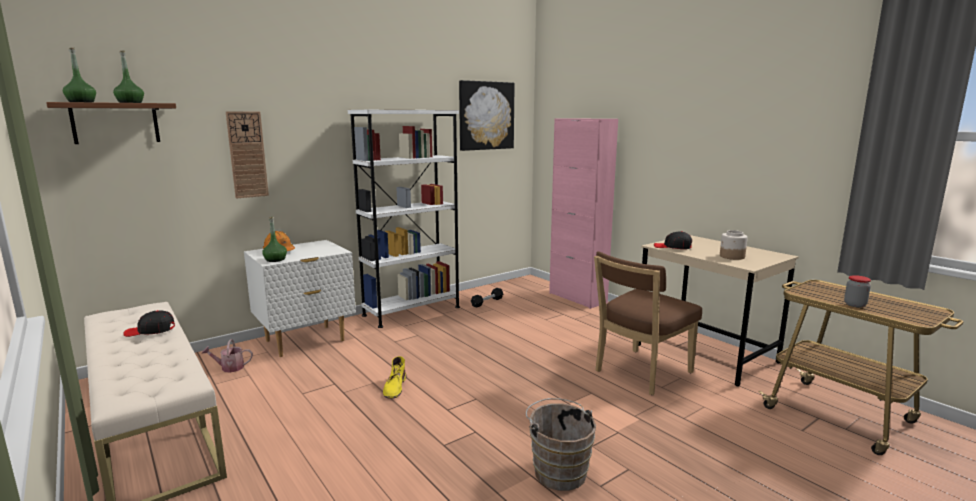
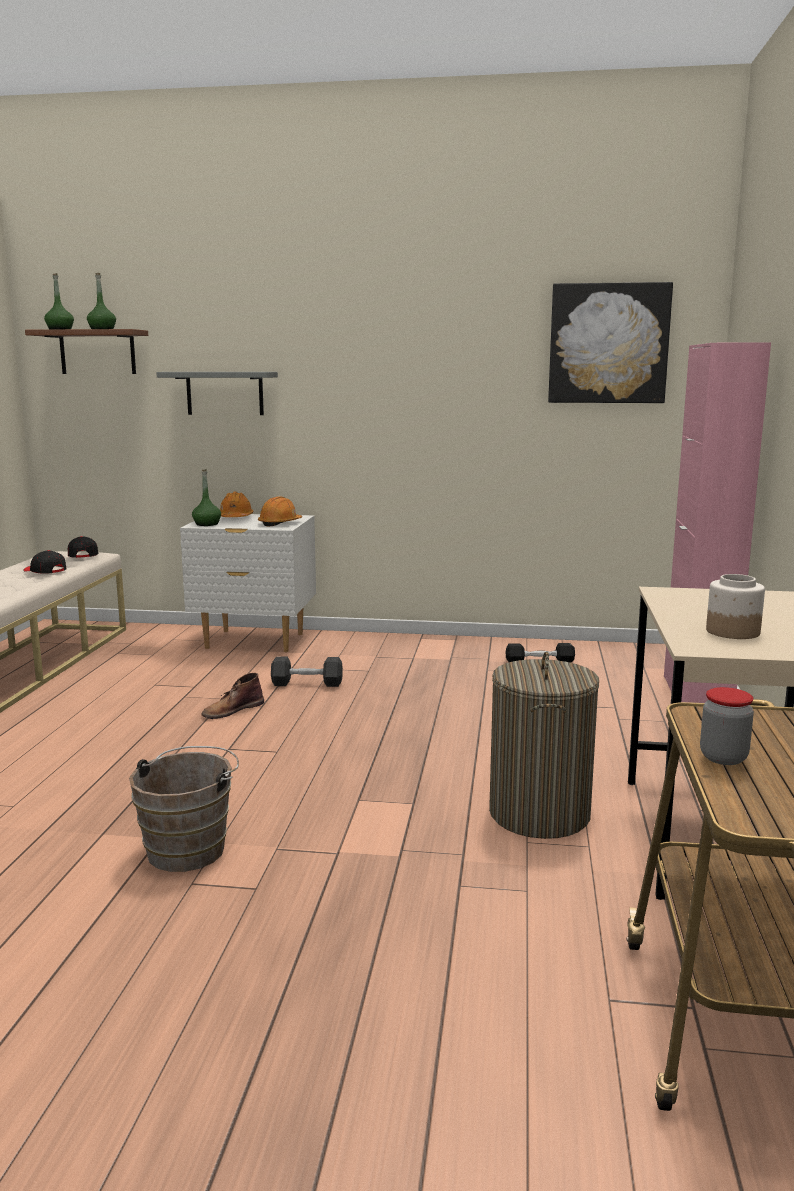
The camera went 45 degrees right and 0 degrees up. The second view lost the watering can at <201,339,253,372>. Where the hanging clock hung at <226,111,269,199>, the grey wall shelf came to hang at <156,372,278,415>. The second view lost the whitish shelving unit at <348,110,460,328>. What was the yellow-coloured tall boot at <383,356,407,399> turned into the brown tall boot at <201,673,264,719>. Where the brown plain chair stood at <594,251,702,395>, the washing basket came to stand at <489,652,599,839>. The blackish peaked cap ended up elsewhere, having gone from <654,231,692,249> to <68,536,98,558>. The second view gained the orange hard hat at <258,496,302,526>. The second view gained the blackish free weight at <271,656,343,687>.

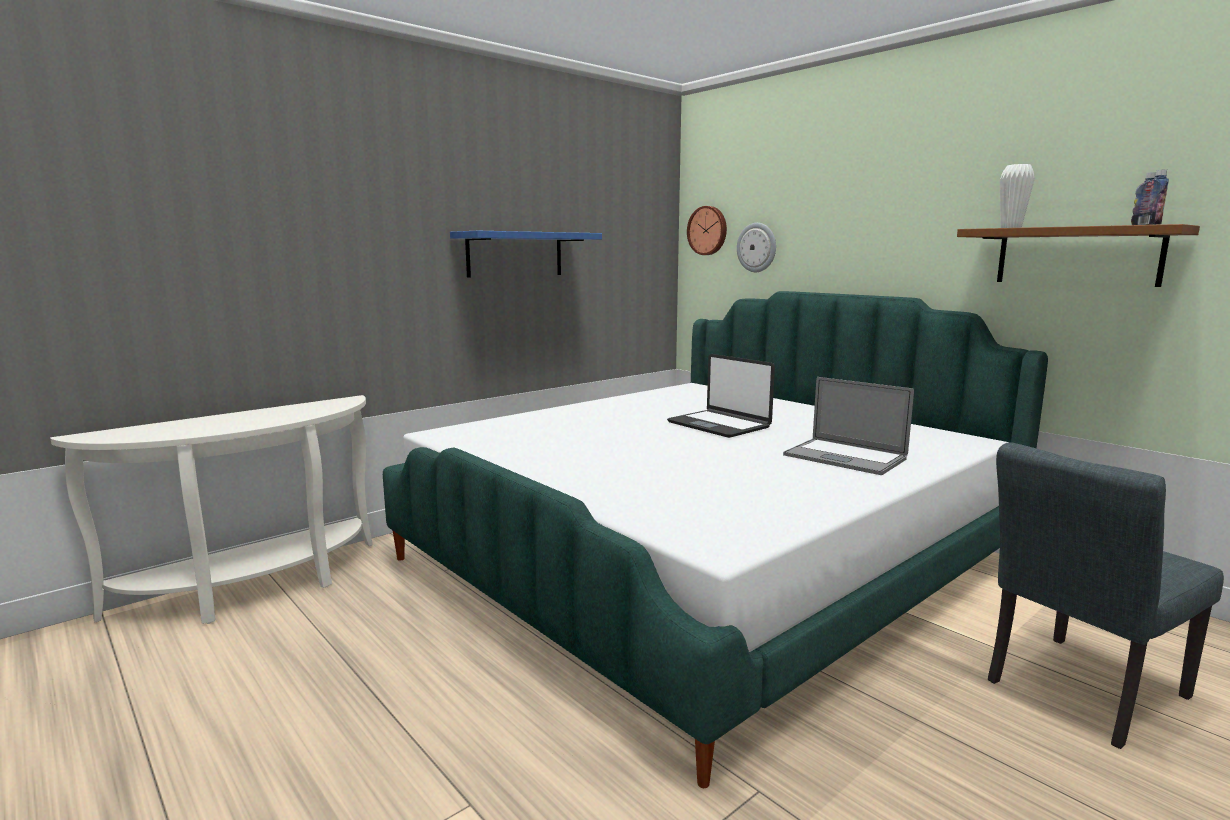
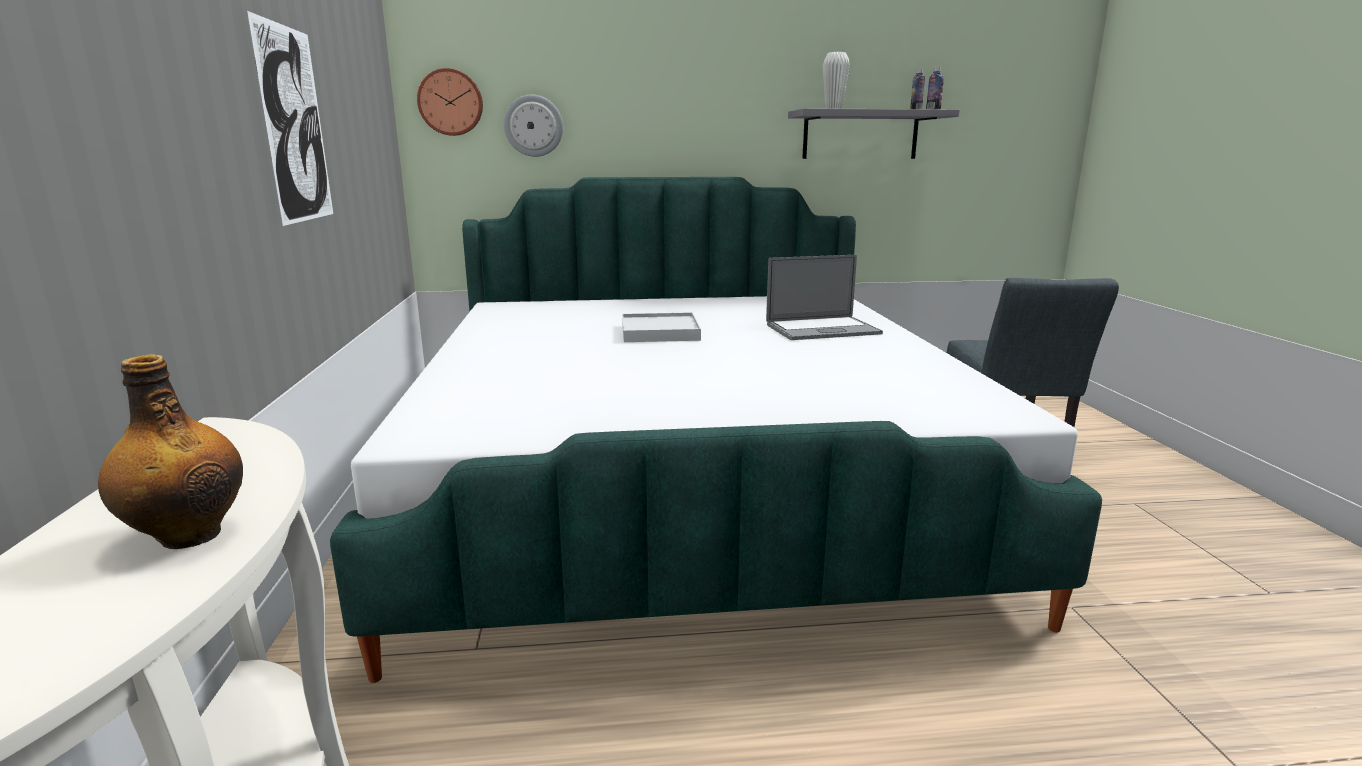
The camera went 55 degrees left and 5 degrees up. Where the blue-coloured wall shelf hung at <450,231,602,278>, the picture came to hang at <246,11,333,226>. Where the laptop stood at <667,354,775,438>, the whitish carrying tray came to stand at <622,312,701,342>. What was the brown wall shelf at <957,224,1200,287> turned into the grey wall shelf at <788,108,960,159>. The second view gained the beverage bottle at <98,354,243,549>.

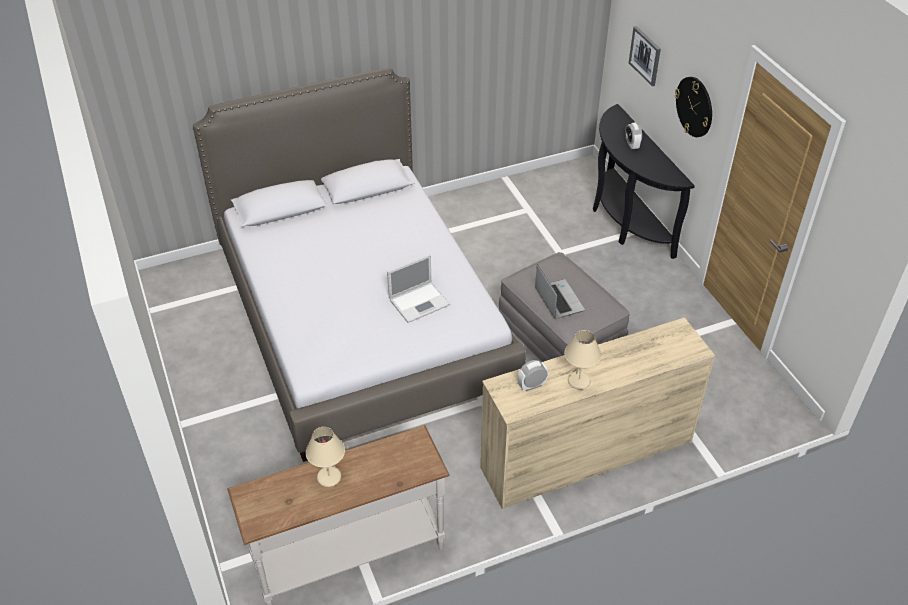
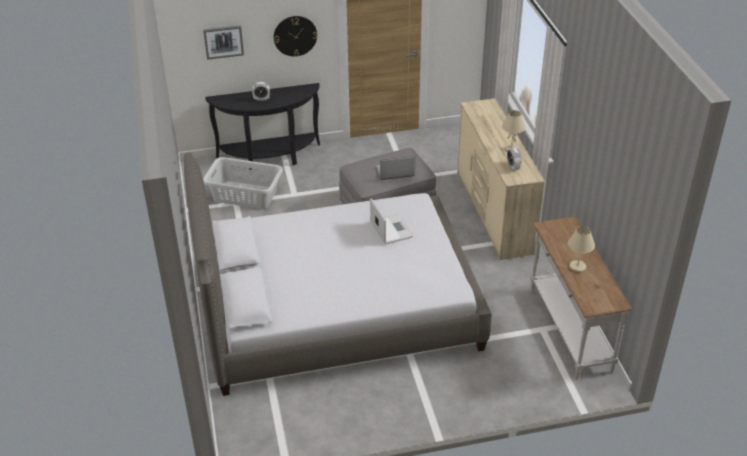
The camera went 80 degrees left and 5 degrees down. The second view gained the grey washing basket at <203,157,283,209>.

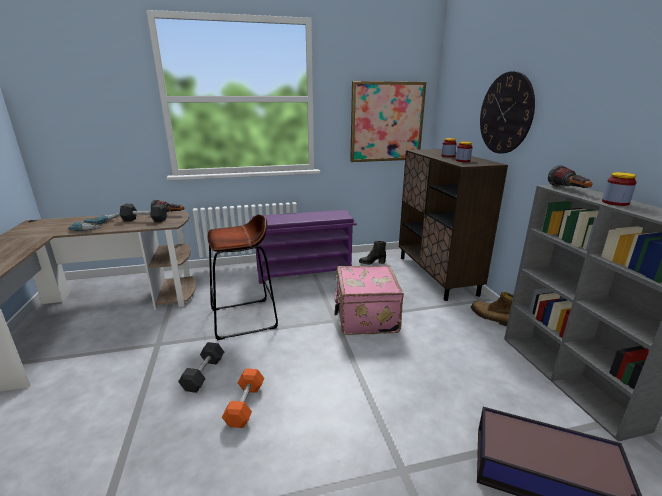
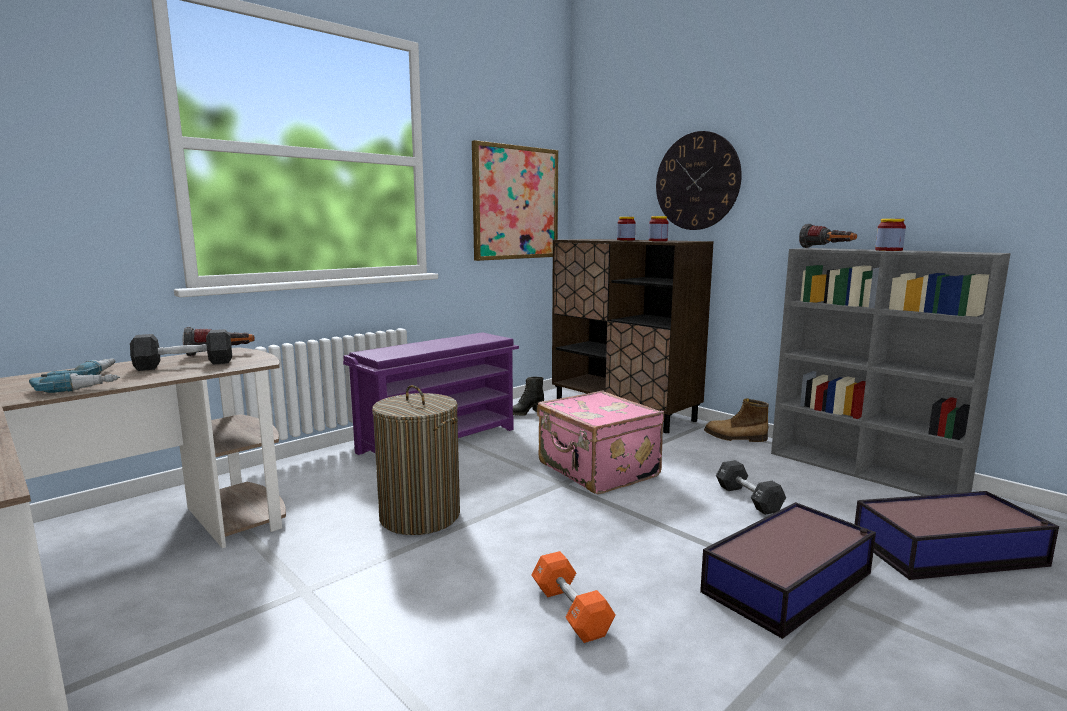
The camera went 30 degrees left and 10 degrees down. The blackish free weight ended up elsewhere, having gone from <178,342,224,393> to <716,460,786,515>. Where the brown stool seat stood at <208,214,278,340>, the washing basket came to stand at <372,385,460,535>. The second view gained the storage box at <700,502,876,639>.

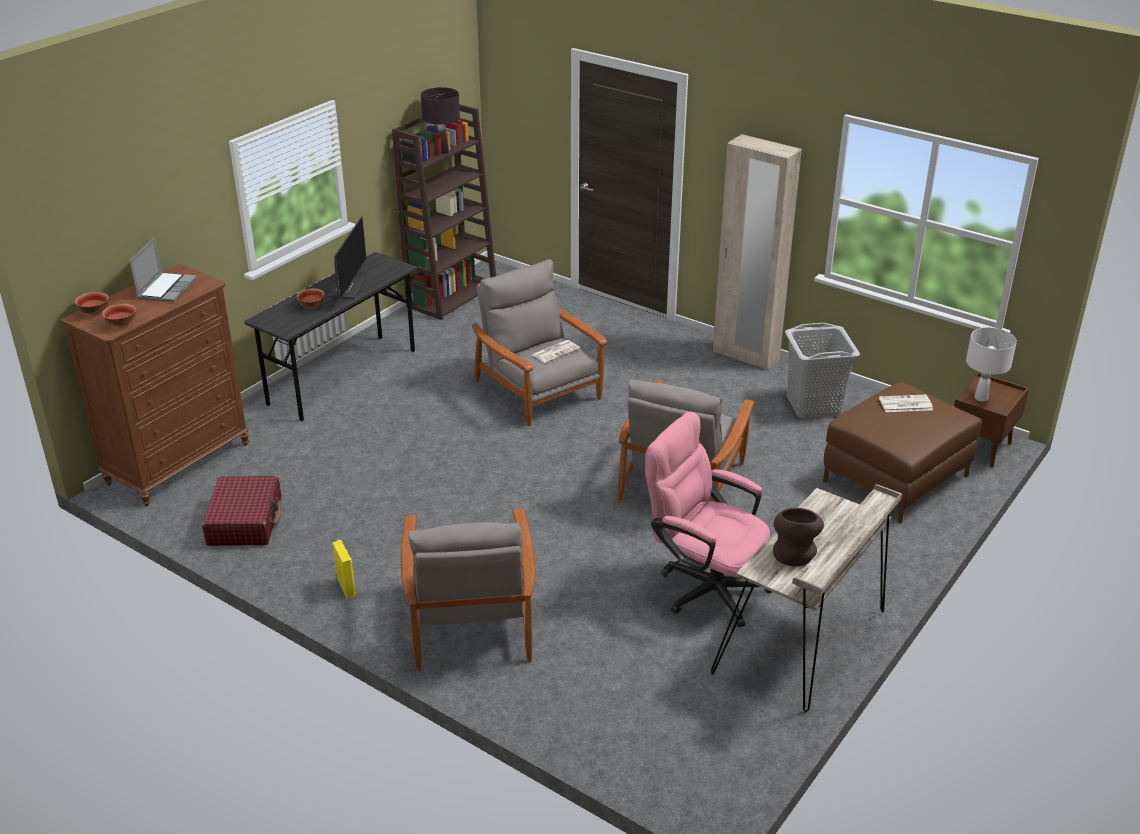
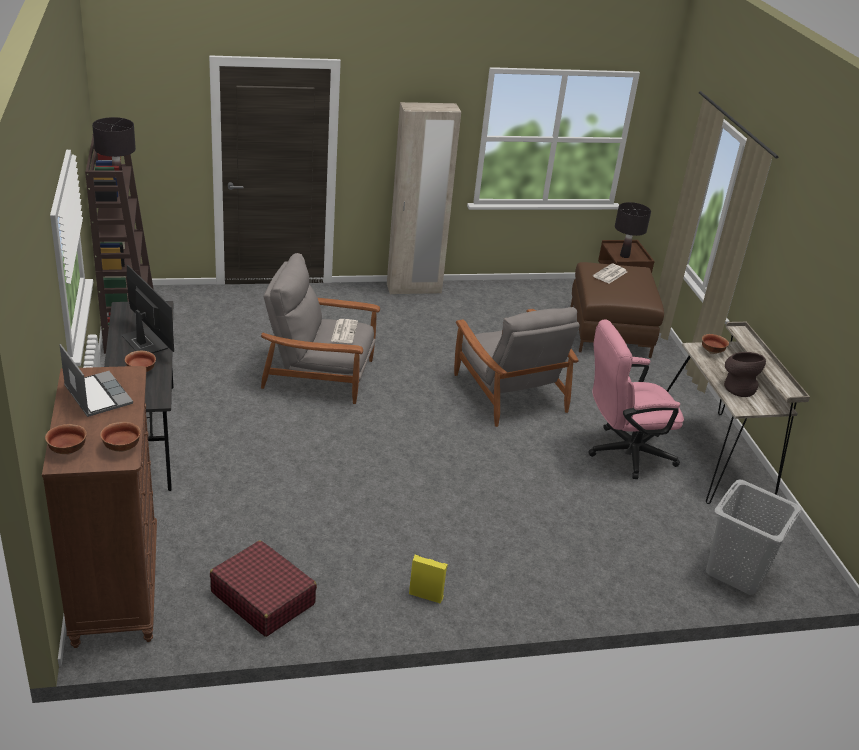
The camera went 50 degrees left and 0 degrees up. The second view lost the grey lounge chair at <401,508,536,671>. The grey washing basket ended up elsewhere, having gone from <785,323,860,418> to <706,480,802,595>. What was the whitish lamp for a table at <966,327,1017,402> turned into the blackish lamp for a table at <615,202,651,258>. The second view gained the deep dish at <702,334,729,354>.

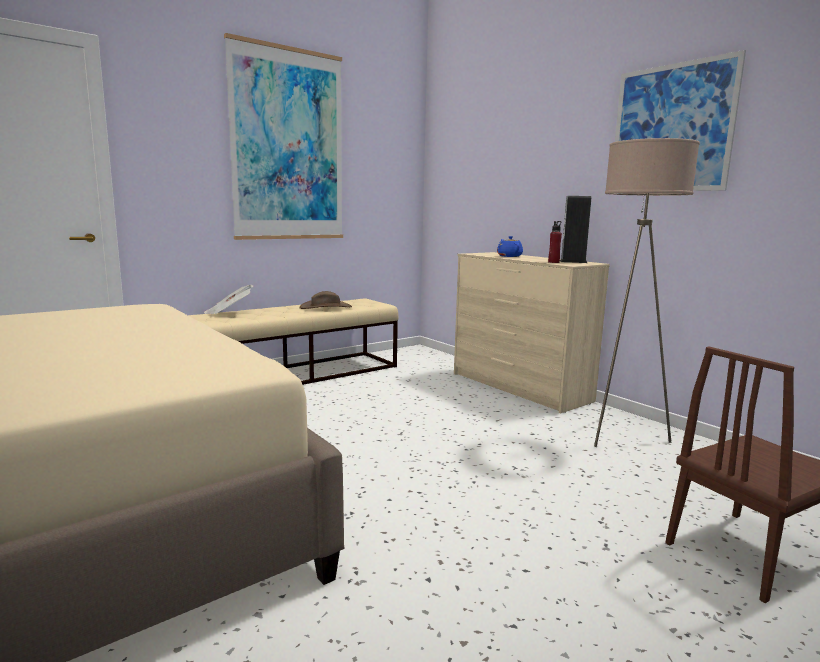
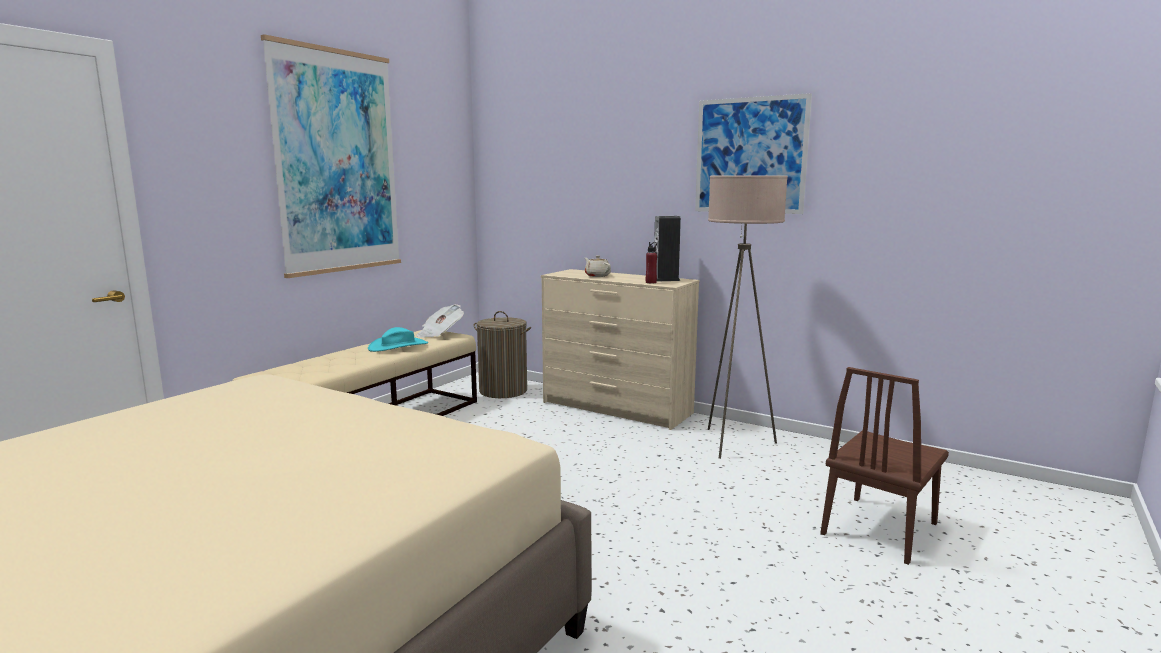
The camera went 20 degrees left and 0 degrees up. The daily paper ended up elsewhere, having gone from <204,285,254,314> to <416,304,464,338>. What was the brown hat at <300,291,352,309> turned into the turquoise-coloured hat at <368,327,428,352>. What was the blue-coloured pot for tea at <497,236,523,257> turned into the beige pot for tea at <585,255,611,277>. The second view gained the washing basket at <474,311,531,398>.

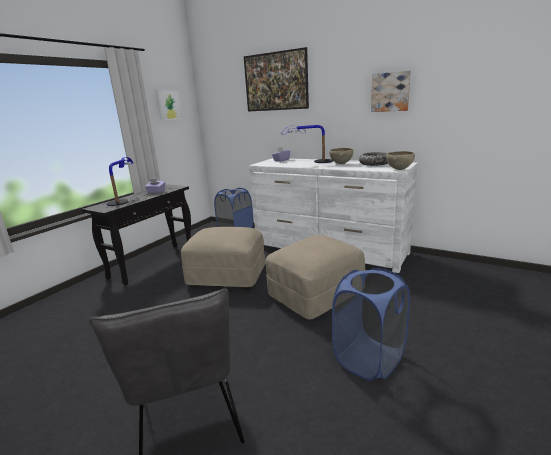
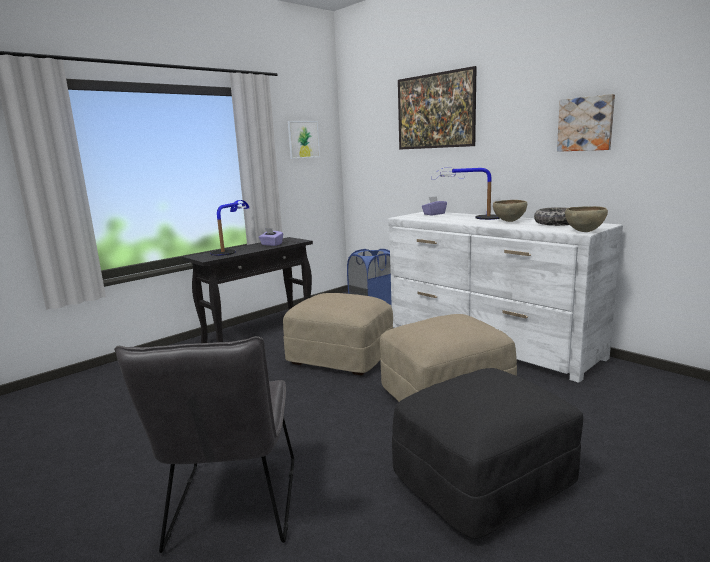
The camera went 15 degrees right and 5 degrees down. Where the blue-coloured washing basket stood at <332,268,410,381>, the blackish footrest came to stand at <392,368,583,539>.

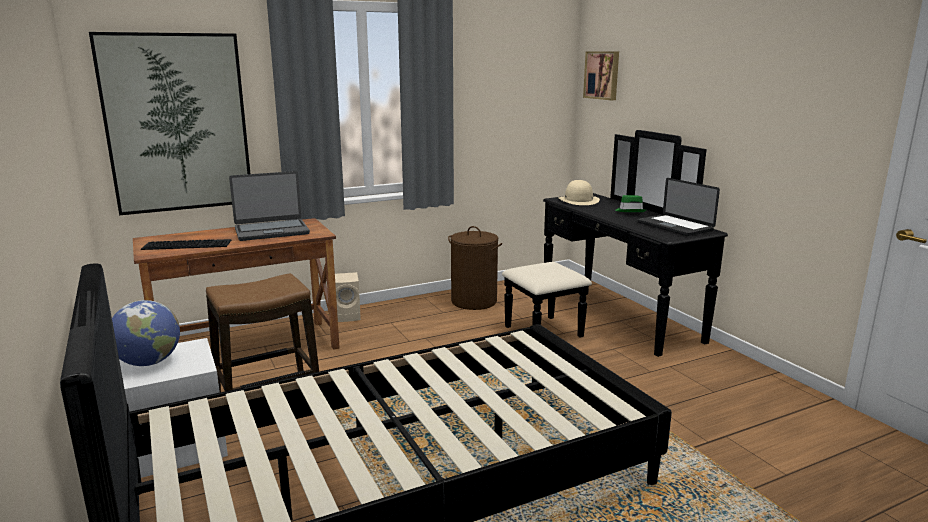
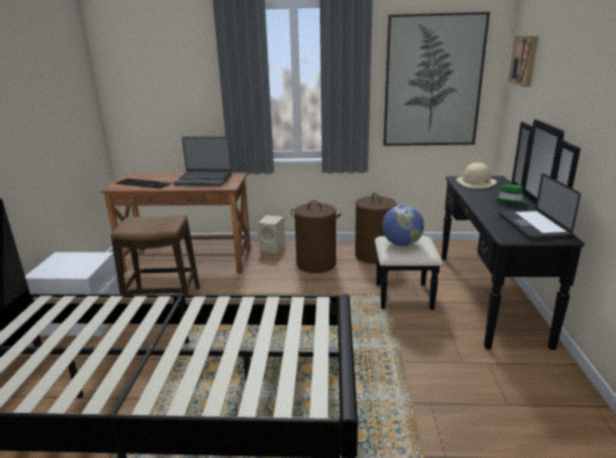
The camera went 30 degrees right and 5 degrees up. The picture ended up elsewhere, having gone from <89,32,251,215> to <383,12,490,146>. The world globe ended up elsewhere, having gone from <112,300,180,366> to <382,205,424,246>. The second view gained the brown washing basket at <291,201,341,273>.

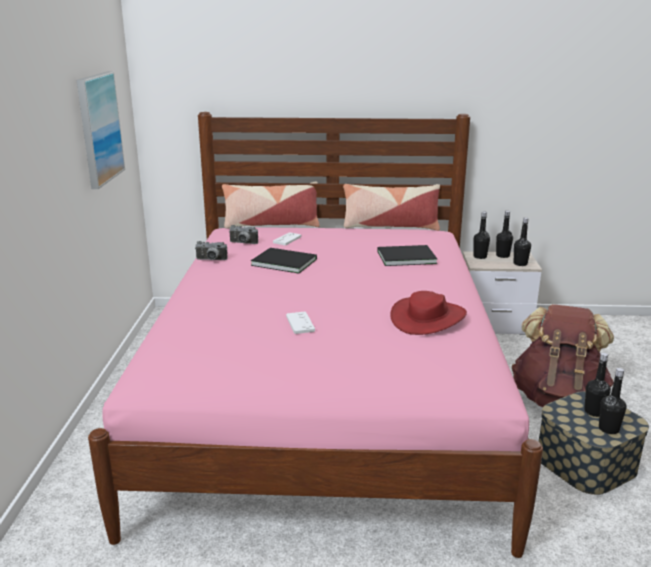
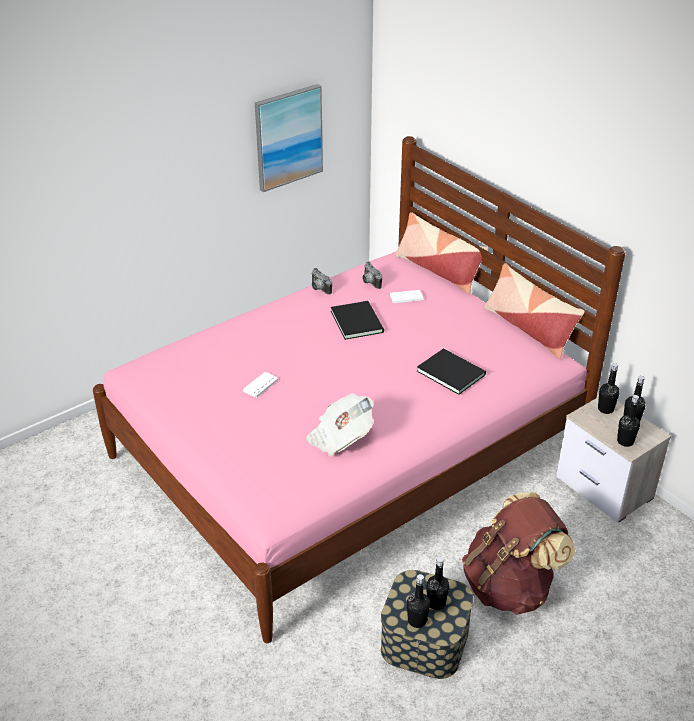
The camera went 50 degrees right and 15 degrees up. Where the reddish hat stood at <390,291,467,335>, the daily paper came to stand at <306,393,374,456>.

